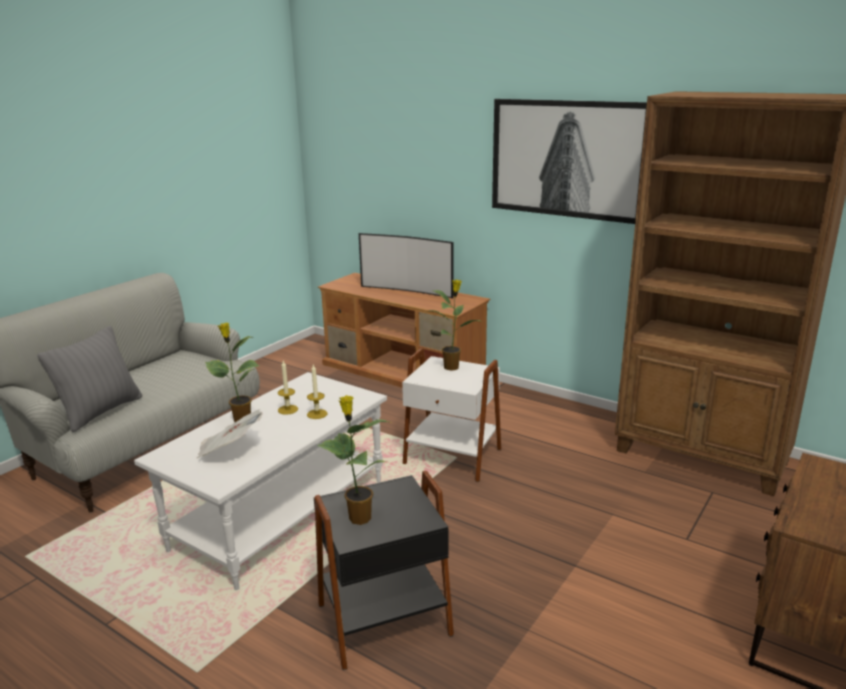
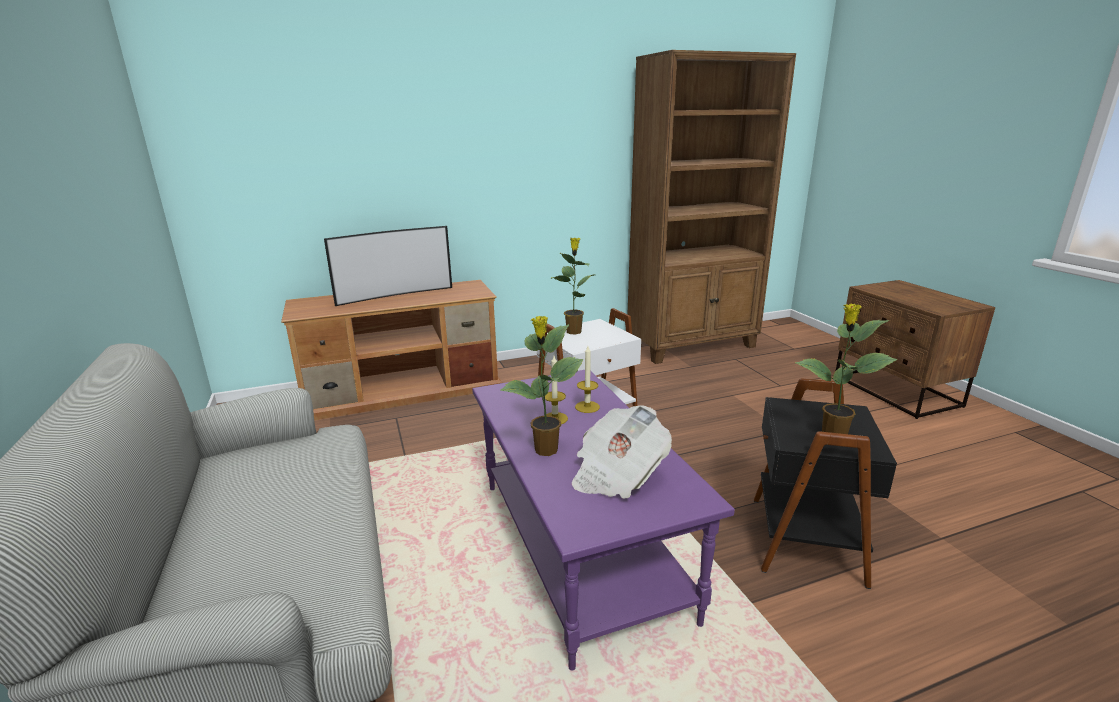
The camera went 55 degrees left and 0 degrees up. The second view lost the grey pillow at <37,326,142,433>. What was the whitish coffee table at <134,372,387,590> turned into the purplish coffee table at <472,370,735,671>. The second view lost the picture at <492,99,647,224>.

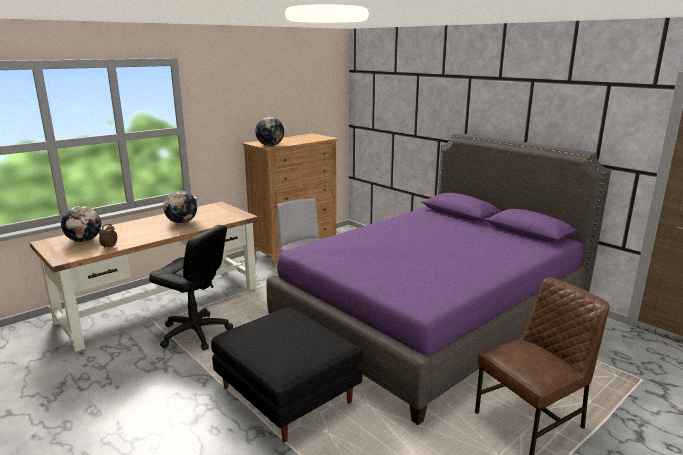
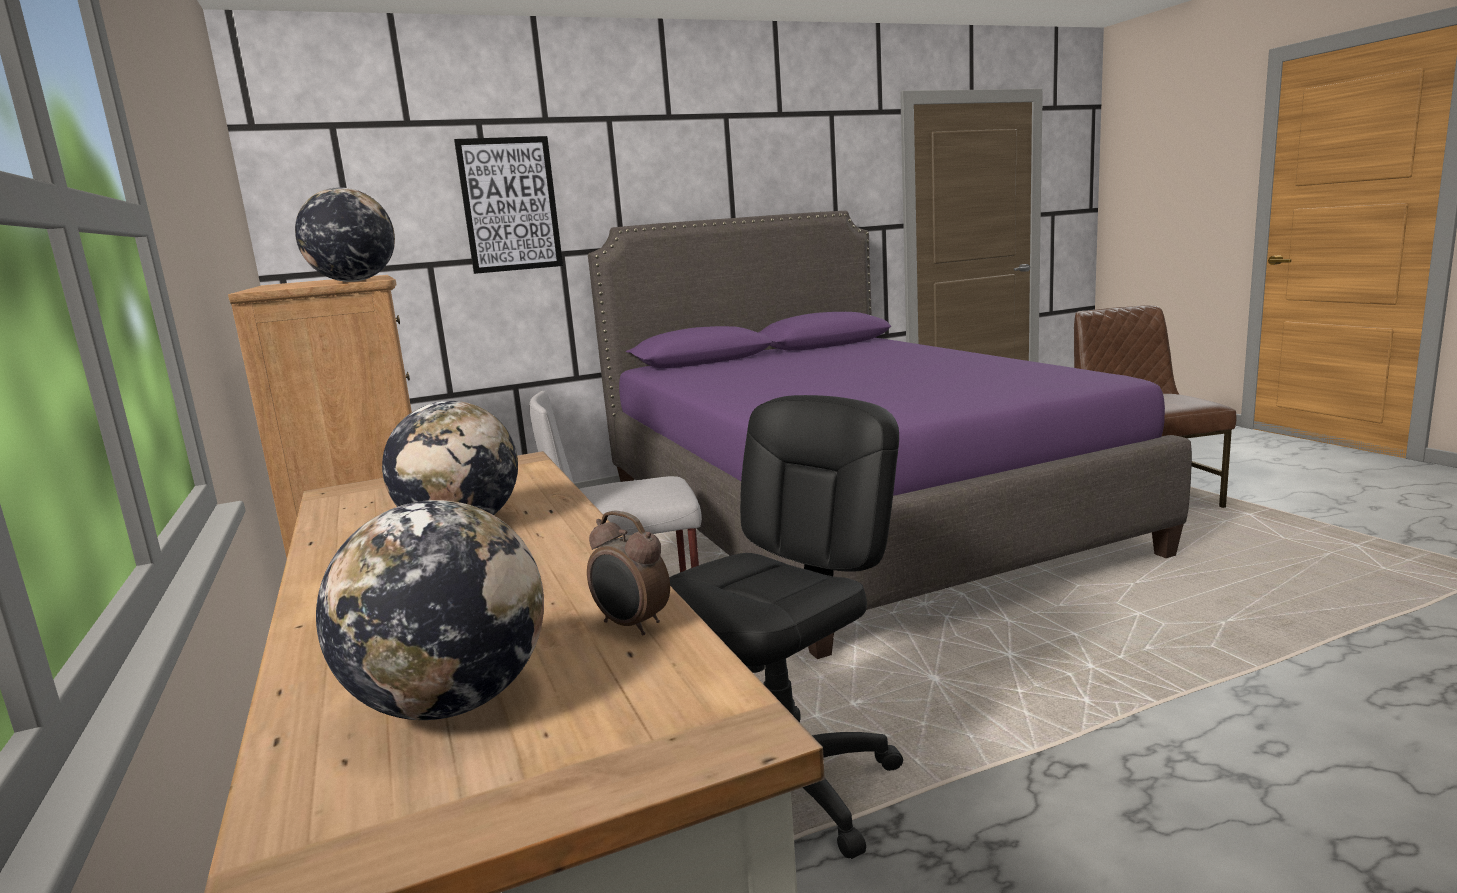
The camera went 70 degrees left and 5 degrees down. The second view lost the blackish footrest at <211,307,362,443>. The second view gained the picture at <454,136,563,274>.

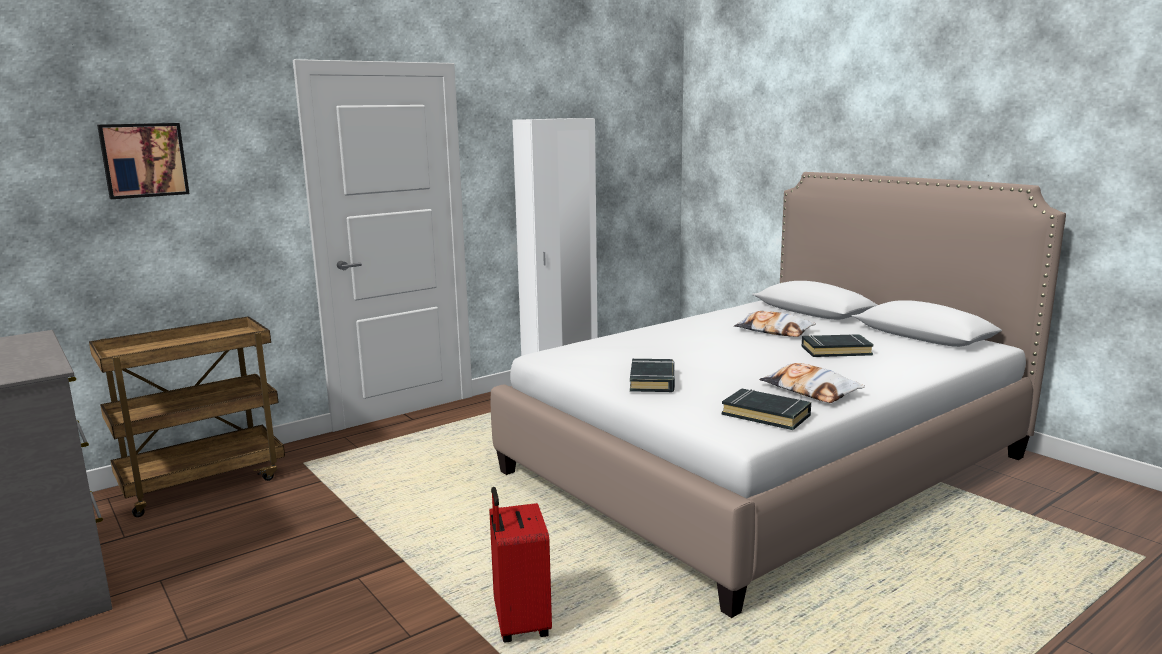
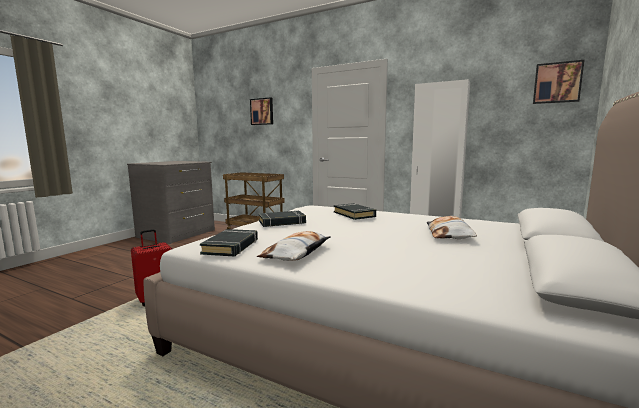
The camera went 65 degrees right and 5 degrees down. The blackish bound book ended up elsewhere, having gone from <802,334,874,357> to <334,203,376,220>. The second view gained the picture at <533,60,584,104>.

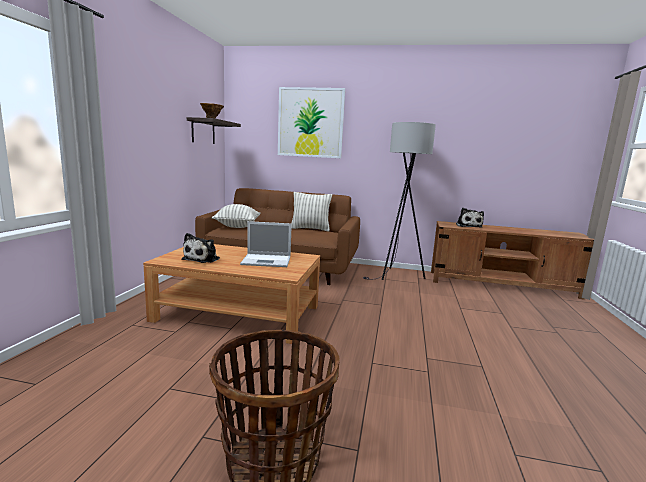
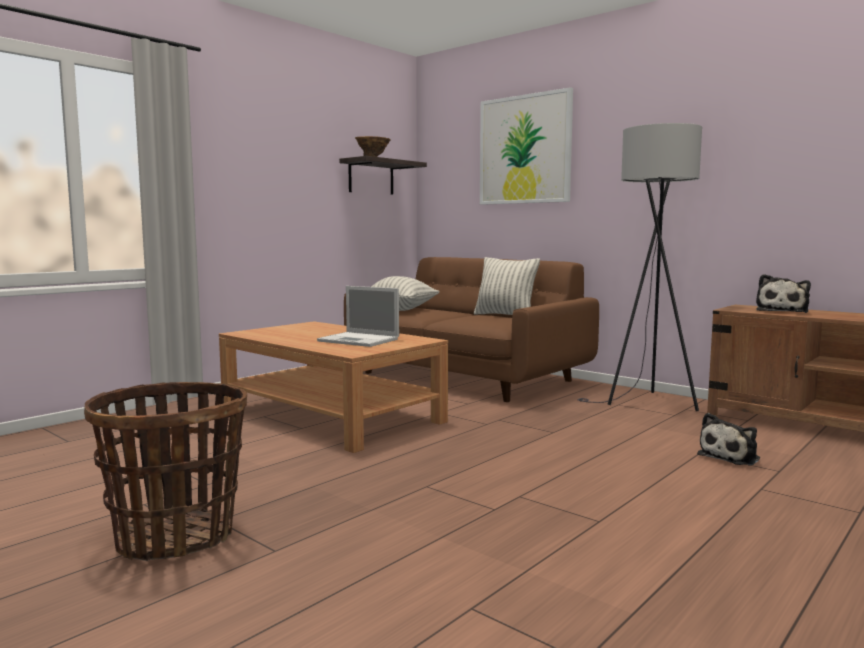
The camera went 30 degrees right and 5 degrees down. The cuddly toy ended up elsewhere, having gone from <182,233,220,263> to <697,413,760,465>.

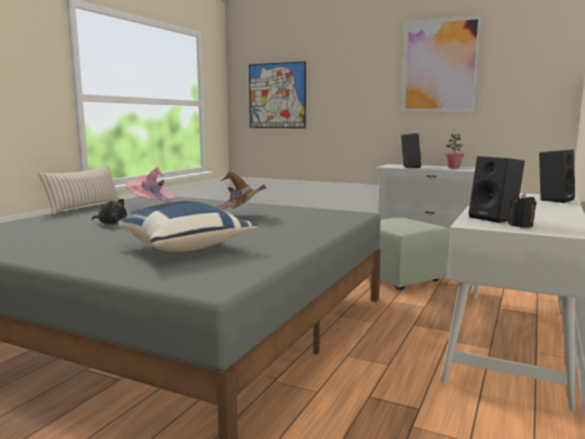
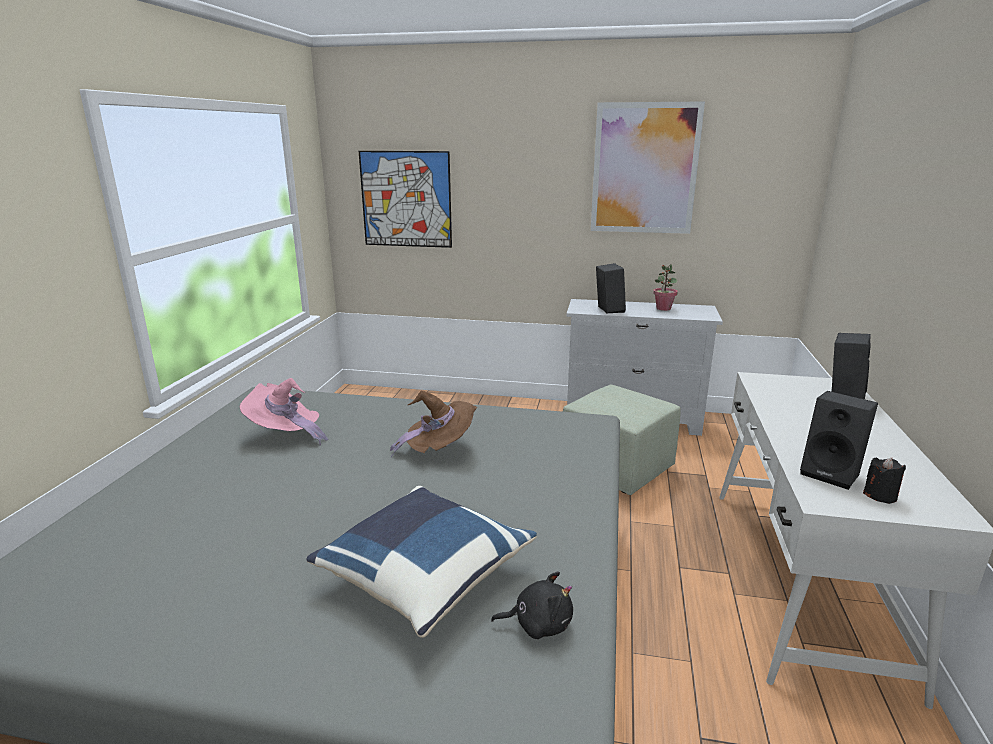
The camera went 15 degrees left and 10 degrees up. The second view lost the beige pillow at <38,166,120,215>. The blackish cuddly toy ended up elsewhere, having gone from <92,199,127,224> to <491,571,573,639>.

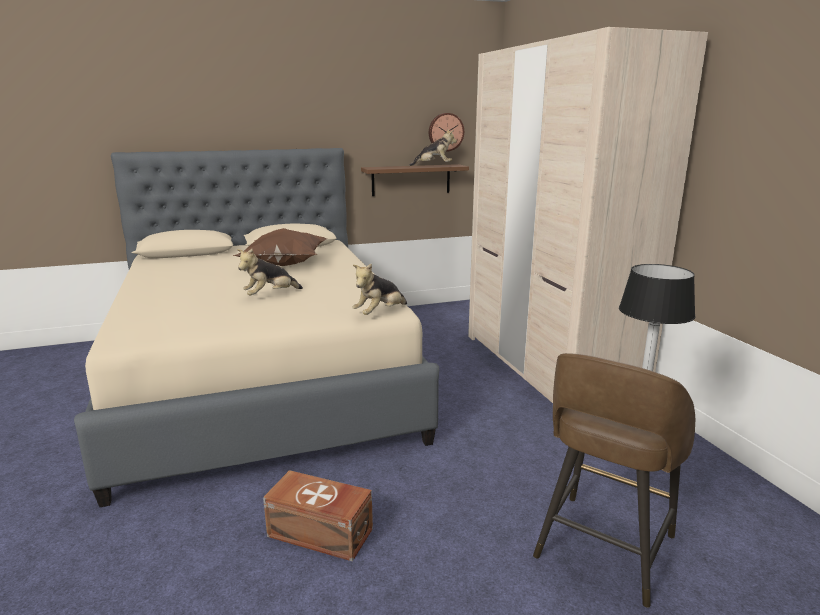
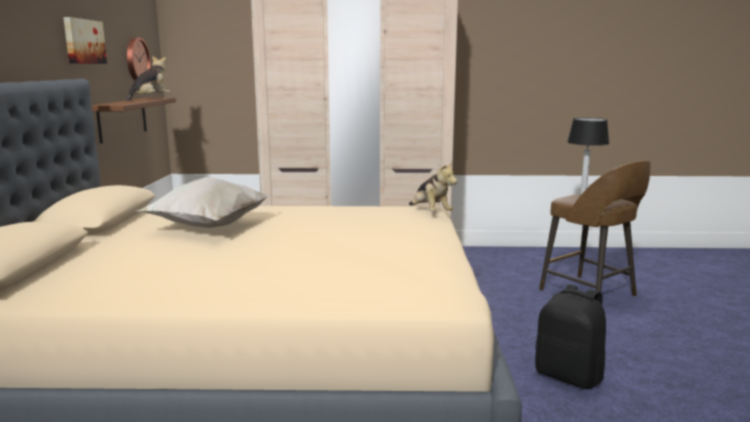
The camera went 70 degrees left and 5 degrees down. What was the brown pillow at <233,228,327,266> turned into the whitish pillow at <138,177,271,228>. The second view lost the cuddly toy at <237,249,303,295>. Where the brown storage box stood at <263,470,373,561>, the blackish rucksack came to stand at <535,284,606,389>. The second view gained the picture at <63,17,107,64>.

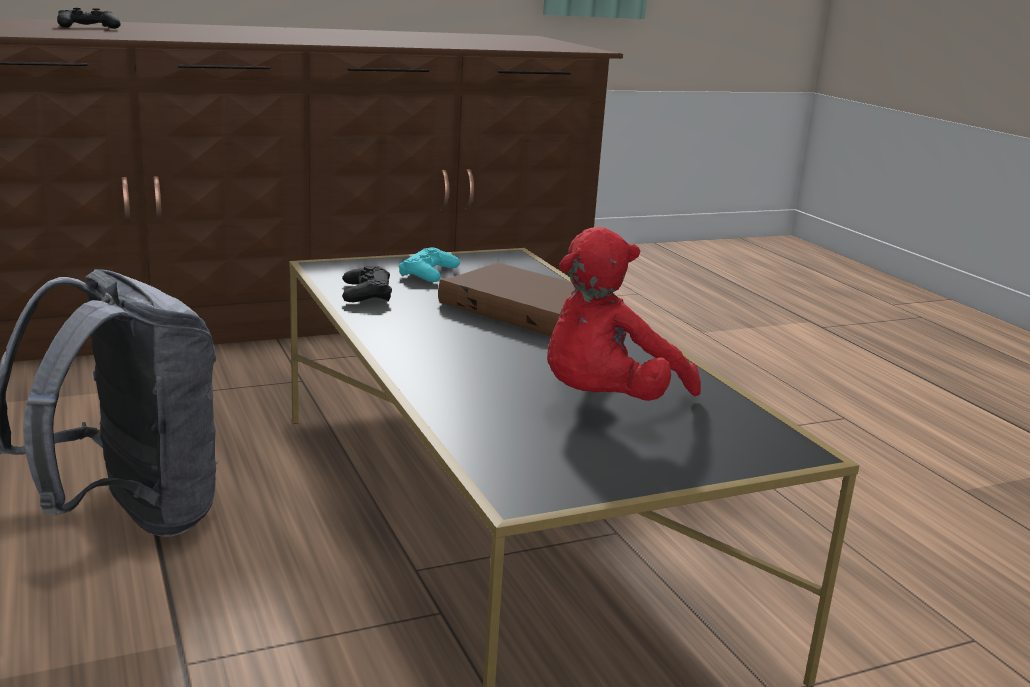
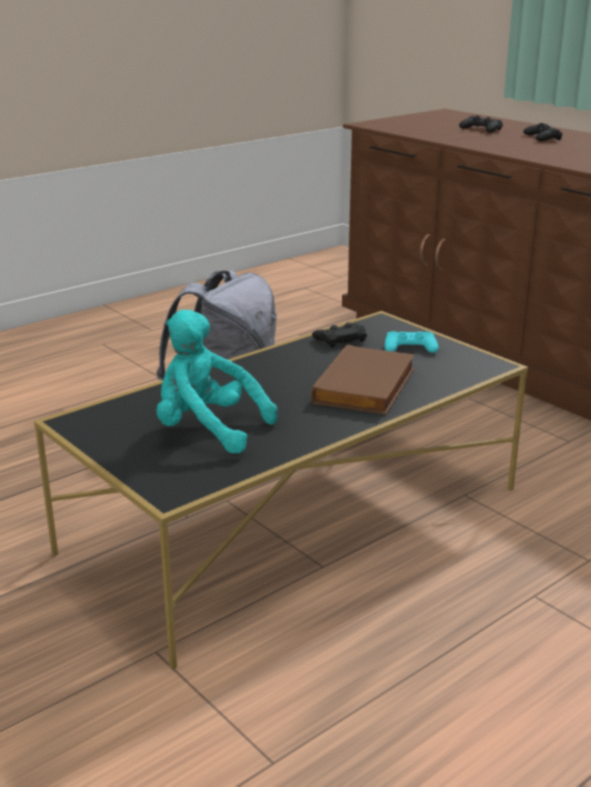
The camera went 75 degrees right and 5 degrees up. What was the reddish cuddly toy at <547,227,701,401> turned into the turquoise-coloured cuddly toy at <156,310,278,454>. The second view gained the blackish gamepad at <523,123,562,141>.

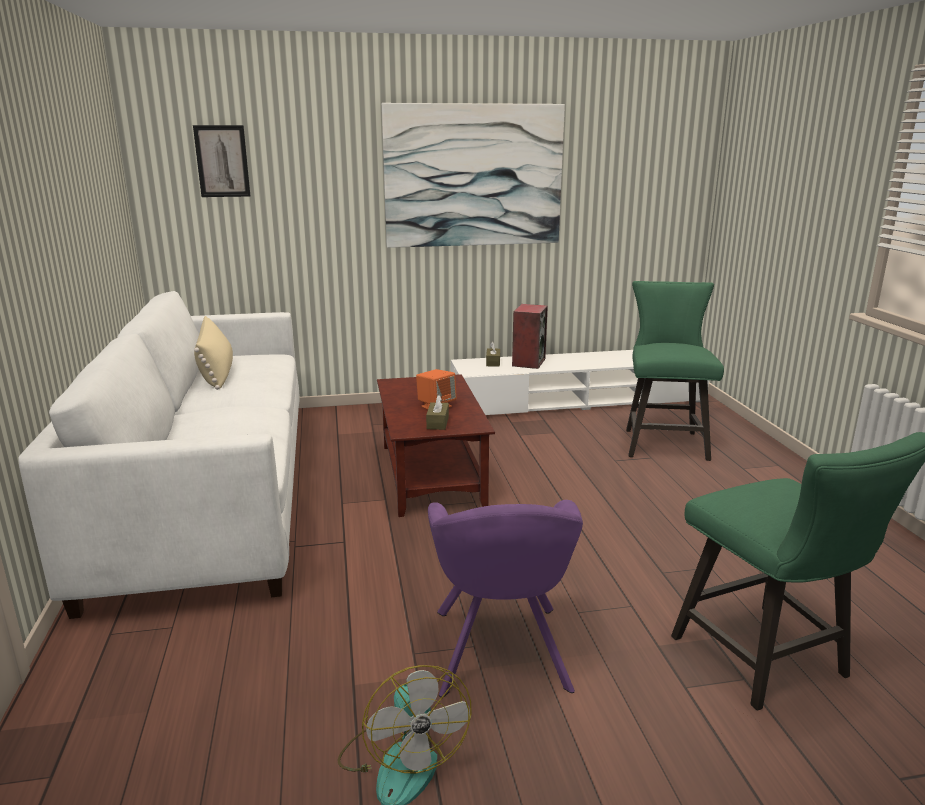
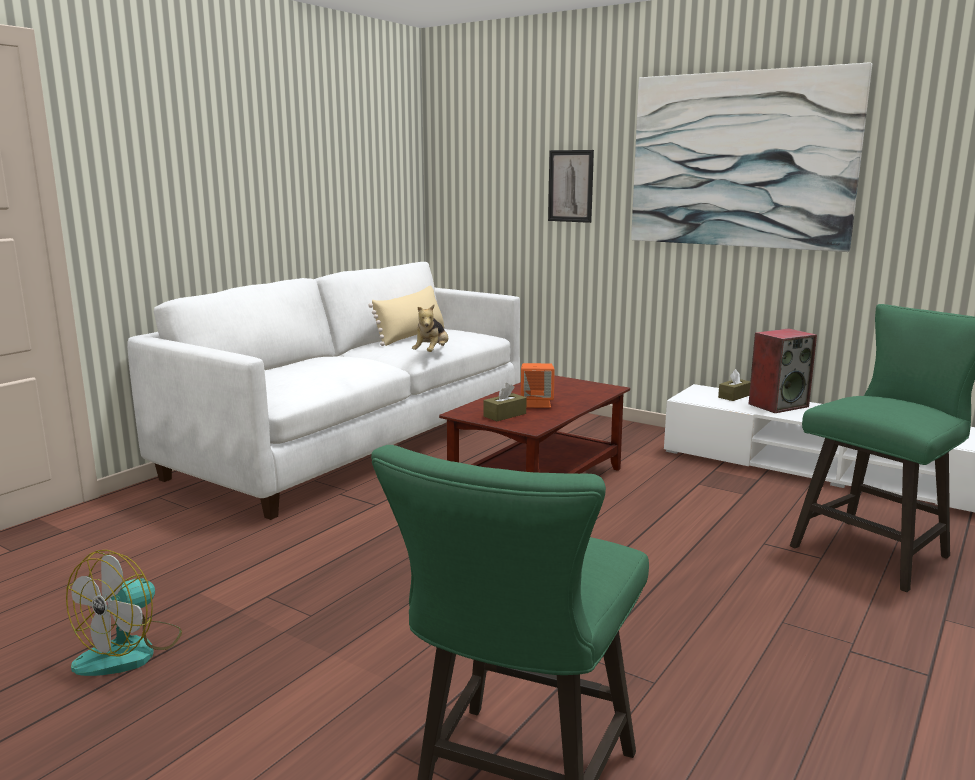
The camera went 45 degrees right and 5 degrees down. The picture ended up elsewhere, having gone from <193,125,250,197> to <548,150,594,223>. The second view lost the purplish lounge chair at <428,500,583,697>. The second view gained the cuddly toy at <412,305,448,352>.

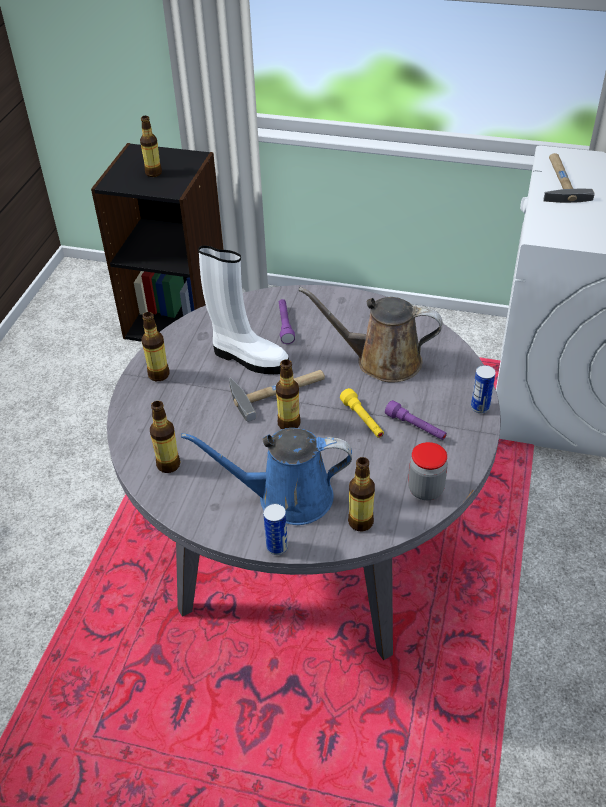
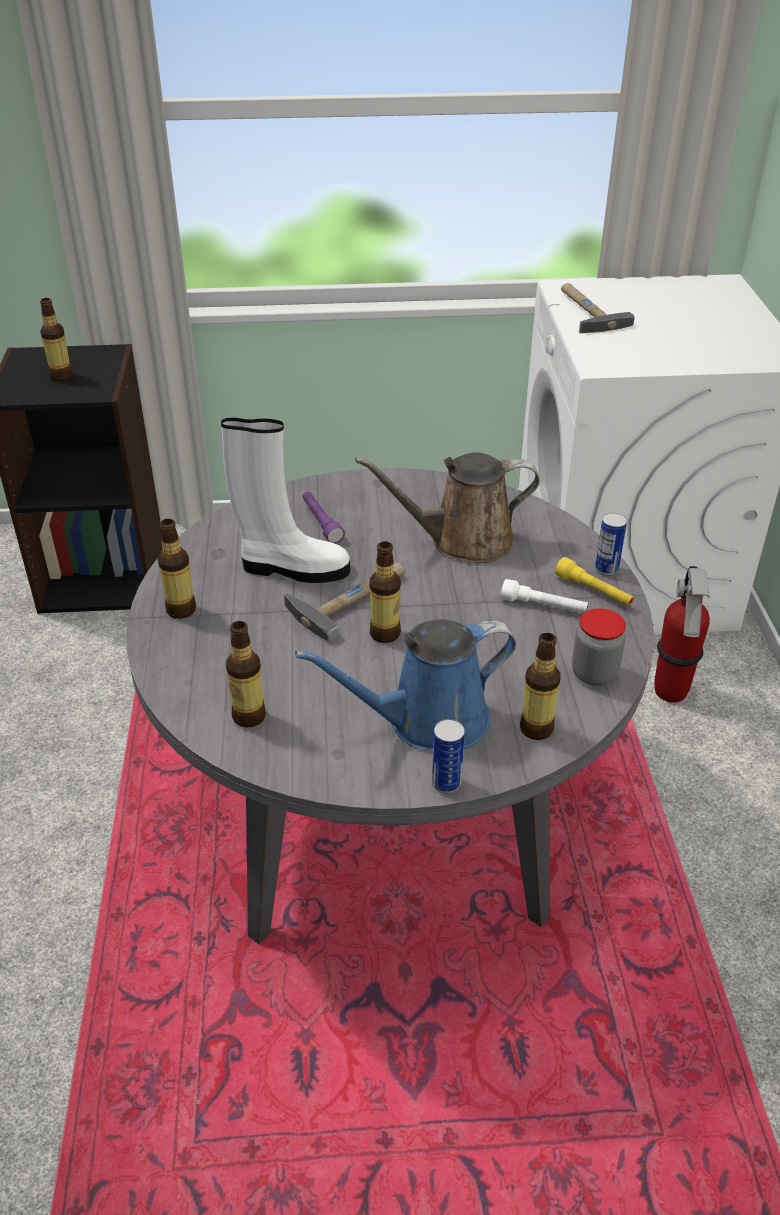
The camera went 20 degrees left and 5 degrees down. The yellow-coloured hand torch ended up elsewhere, having gone from <340,388,384,438> to <555,557,634,606>. What was the purplish hand torch at <385,400,447,440> turned into the whitish hand torch at <501,579,589,613>. The second view gained the fire extinguisher at <654,566,710,703>.

